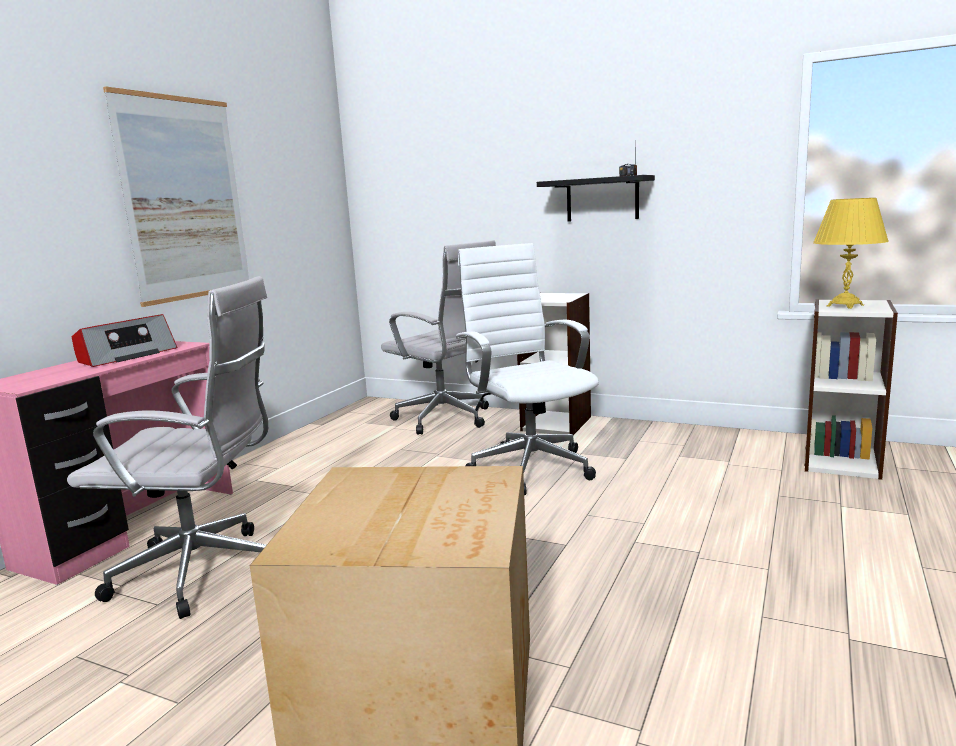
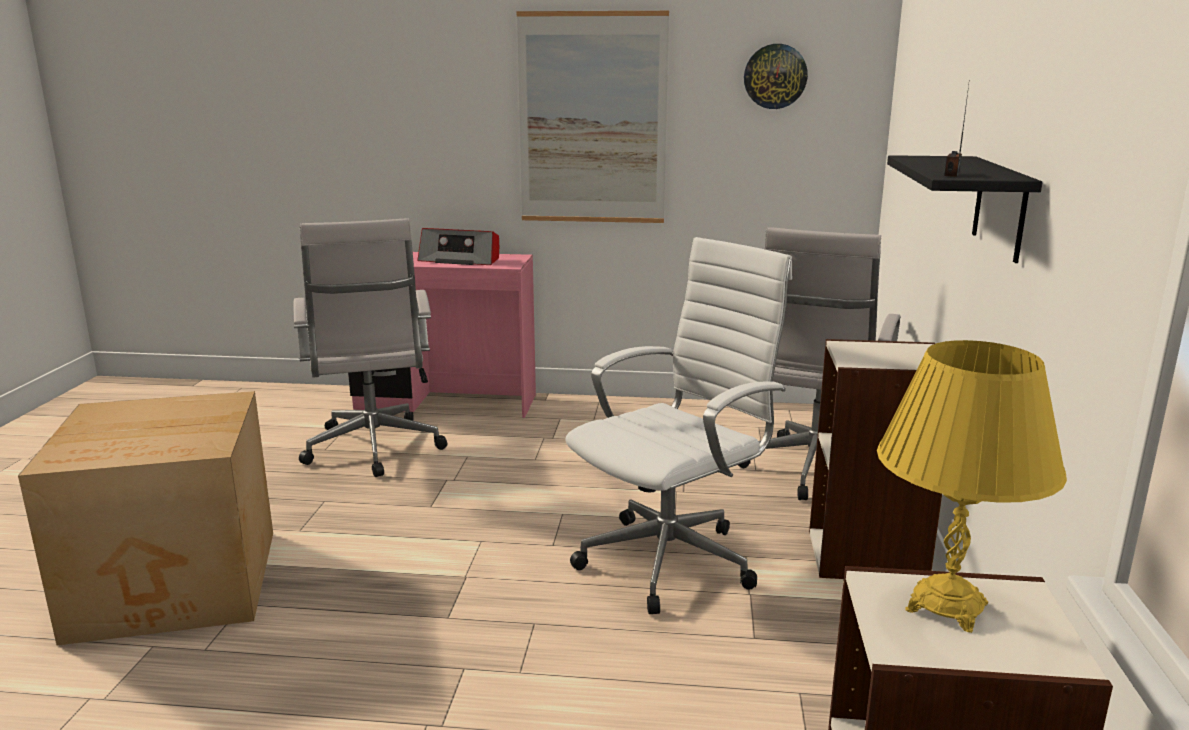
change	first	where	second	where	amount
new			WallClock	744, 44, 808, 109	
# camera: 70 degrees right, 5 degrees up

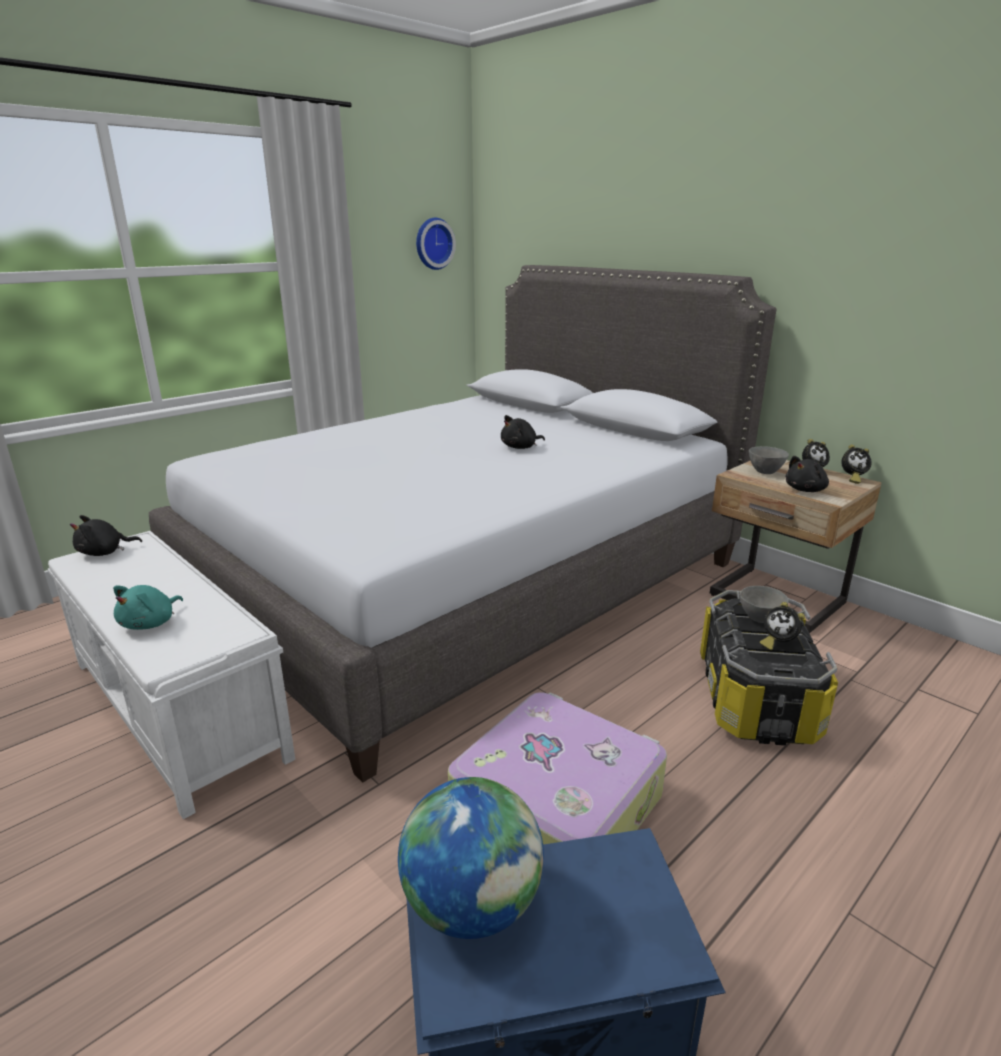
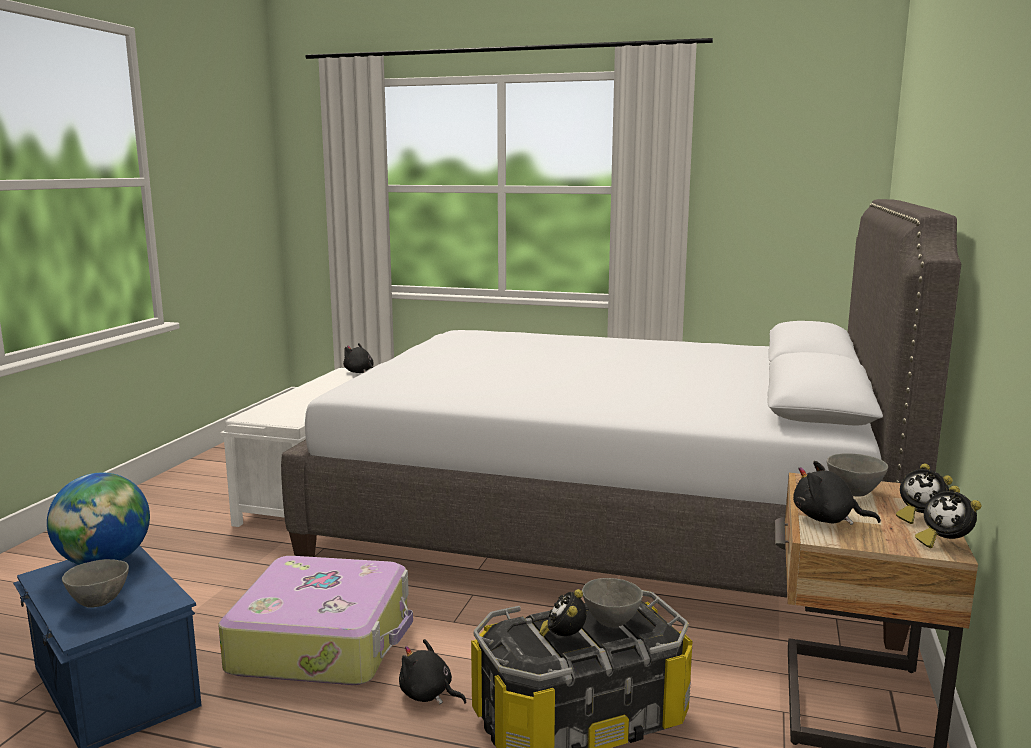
change	first	where	second	where	amount
gone	TurquoisePlushToy	113, 585, 183, 630			
gone	WallClock	416, 218, 456, 270			
shifted	BlackPlushToy	501, 415, 545, 449		399, 639, 467, 704	
new			GreyBowl	62, 559, 129, 608	
# camera: 60 degrees right, 10 degrees down

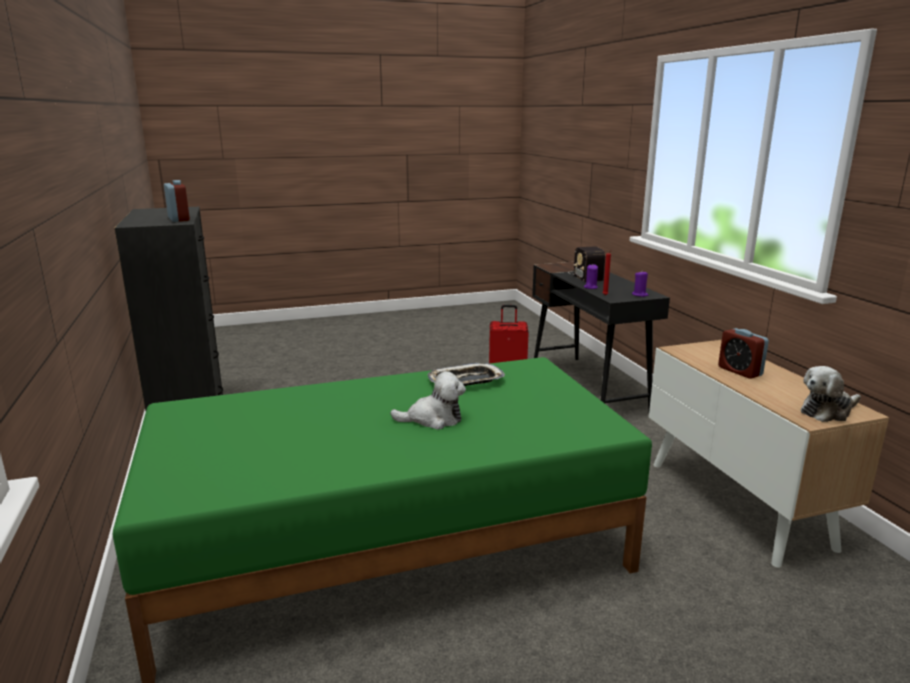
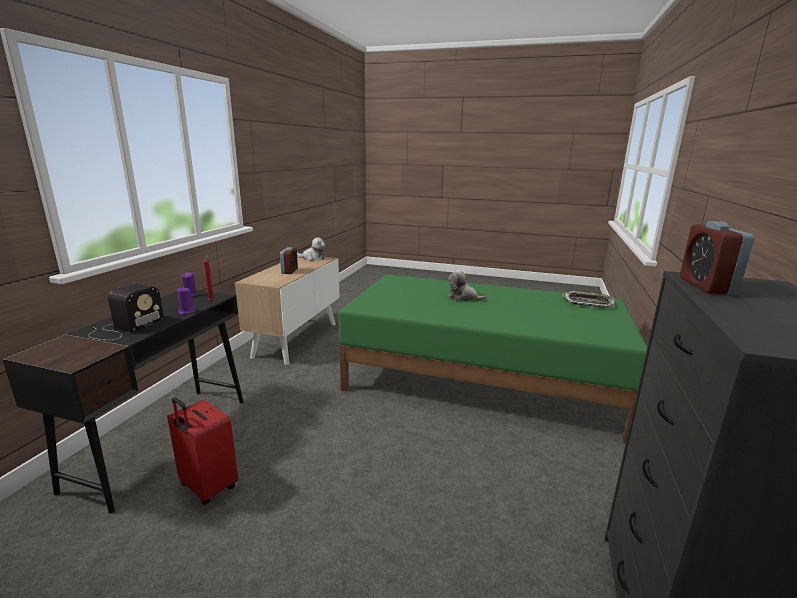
change	first	where	second	where	amount
shifted	Tray	428, 363, 505, 386		562, 291, 615, 308	
# camera: 145 degrees left, 0 degrees up

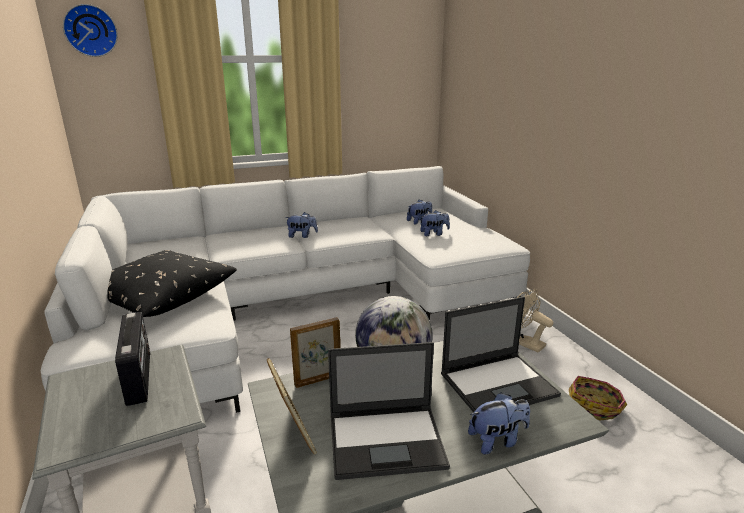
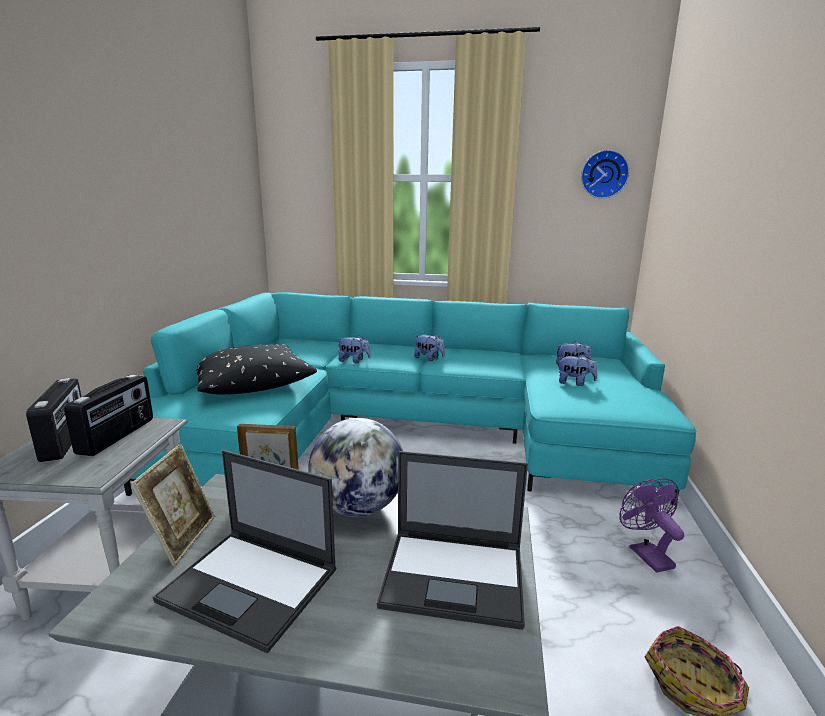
change	first	where	second	where	amount
repainted	WhiteSofa	41, 166, 530, 413	TurquoiseSofa	124, 292, 696, 505	
shifted	WallClock	63, 4, 118, 57		581, 150, 629, 199	
shifted	PlushToy	468, 392, 530, 455		337, 335, 371, 363	
repainted	BeigeFan	517, 289, 553, 353	PurpleFan	619, 478, 684, 573	
new			Radio	26, 378, 82, 462	
# camera: 30 degrees right, 5 degrees down

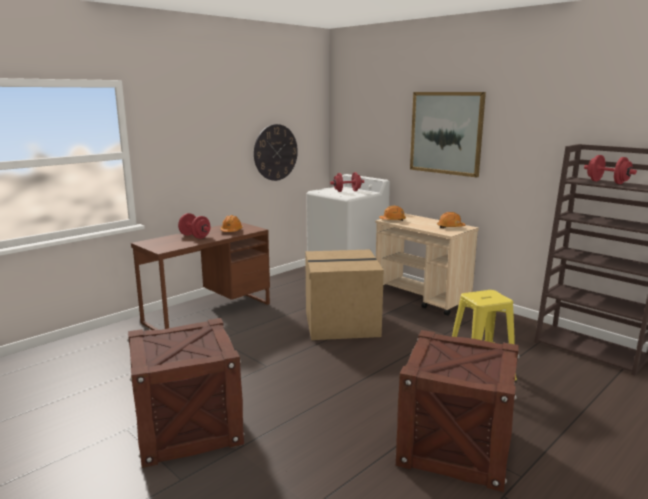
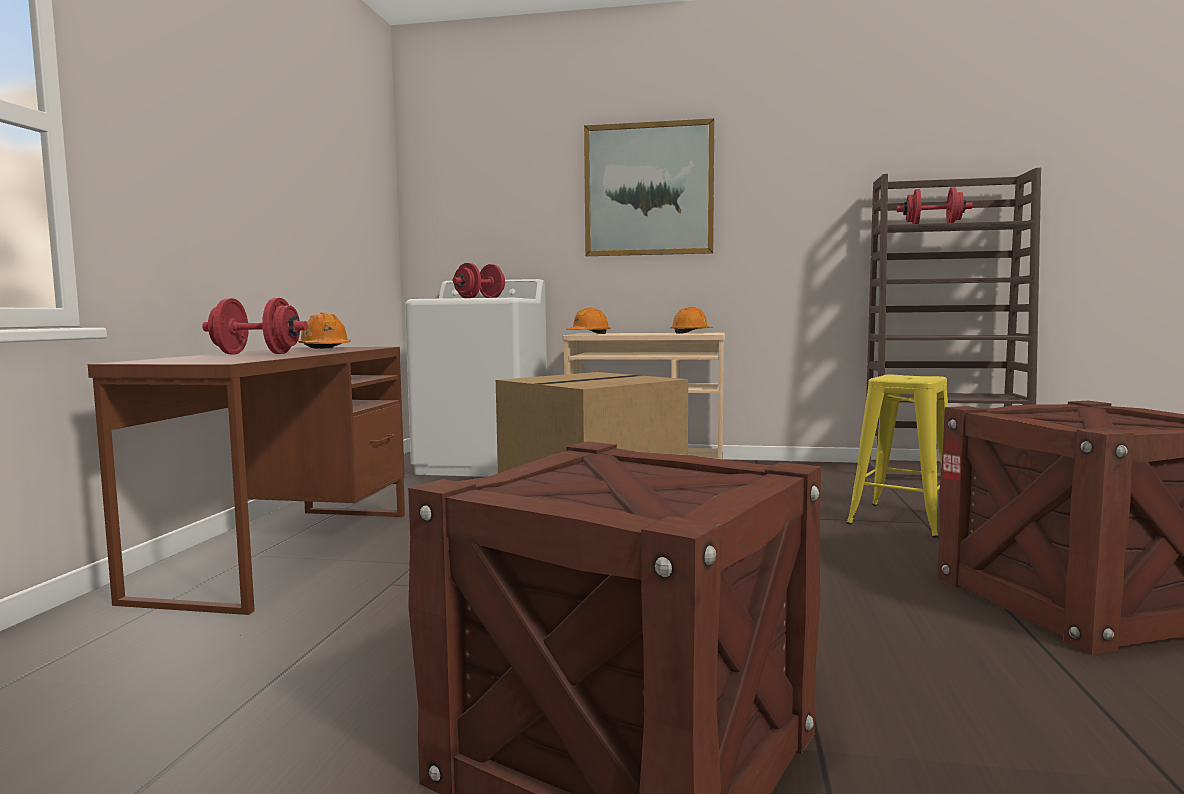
change	first	where	second	where	amount
gone	WallClock	254, 124, 298, 181			
# camera: 35 degrees left, 10 degrees down

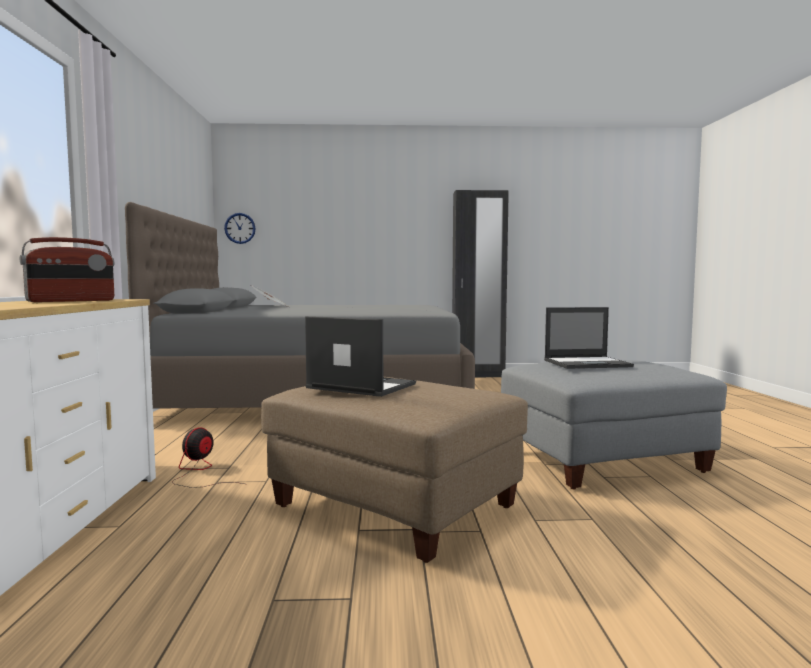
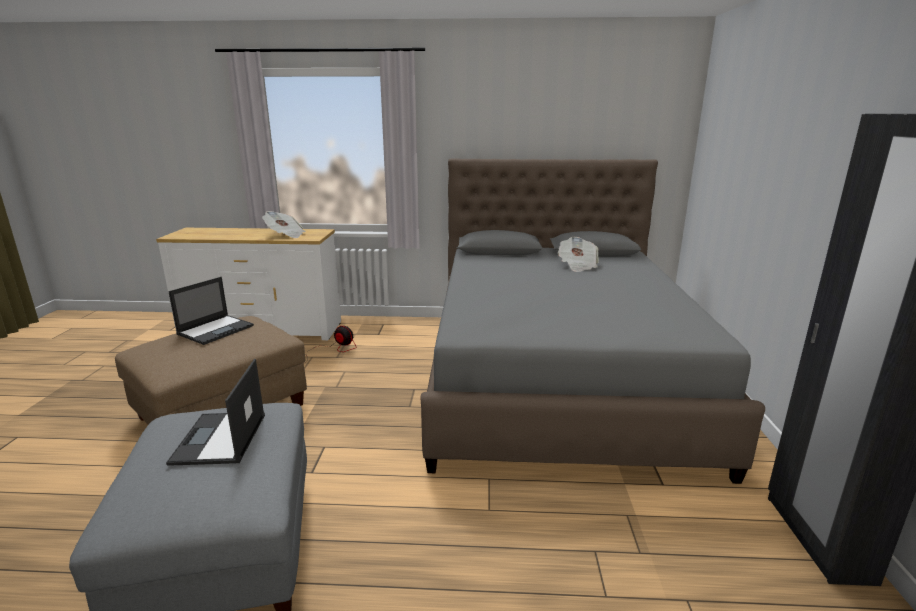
change	first	where	second	where	amount
swapped	Radio	20, 237, 114, 302	Newspaper	262, 211, 305, 238	
gone	WallClock	224, 213, 256, 244			
# camera: 95 degrees right, 15 degrees up

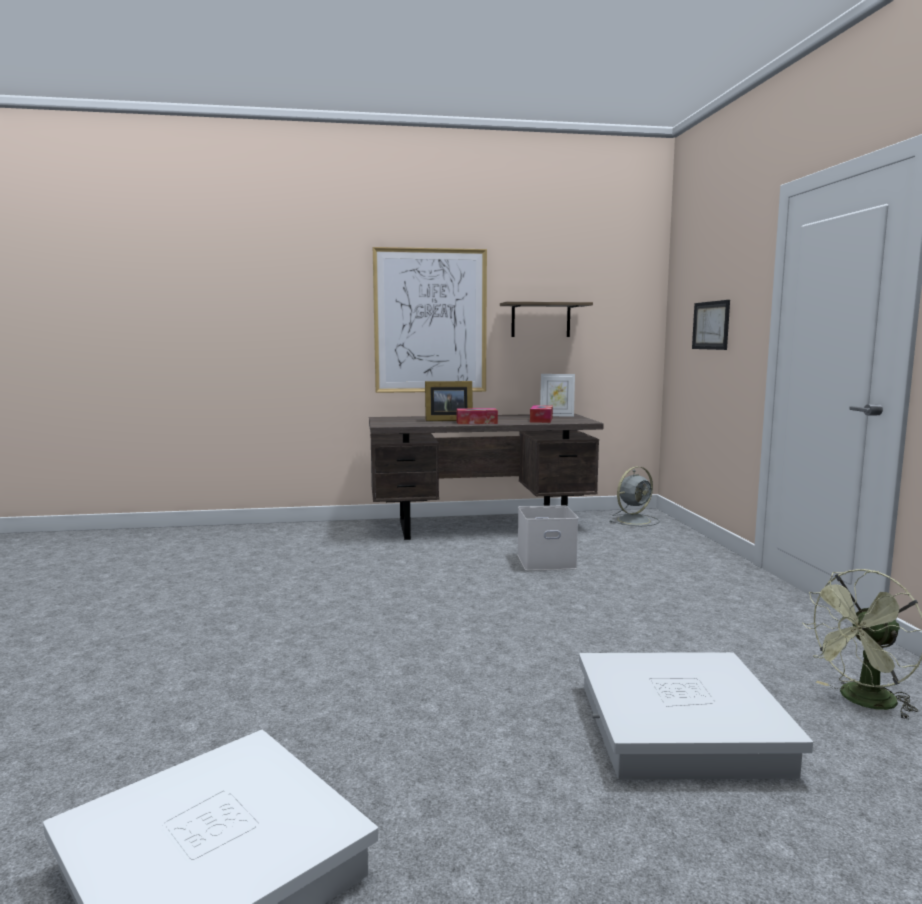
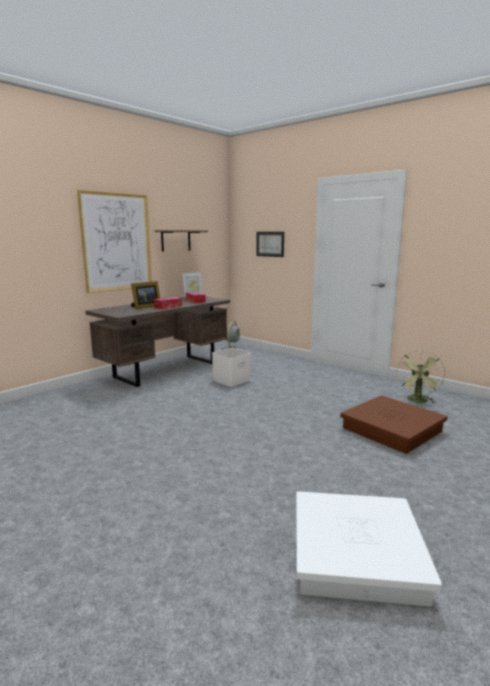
change	first	where	second	where	amount
repainted	WhiteStorageBox	579, 652, 813, 780	BrownStorageBox	340, 395, 448, 454	
# camera: 40 degrees left, 5 degrees up

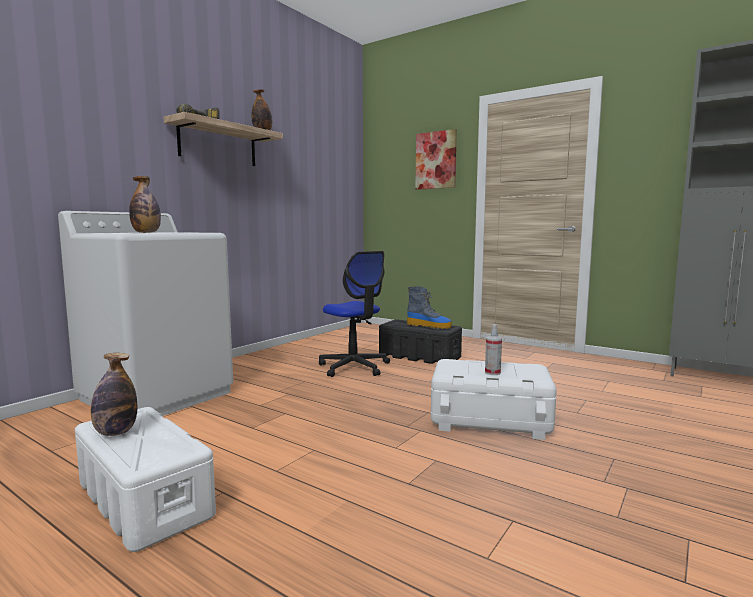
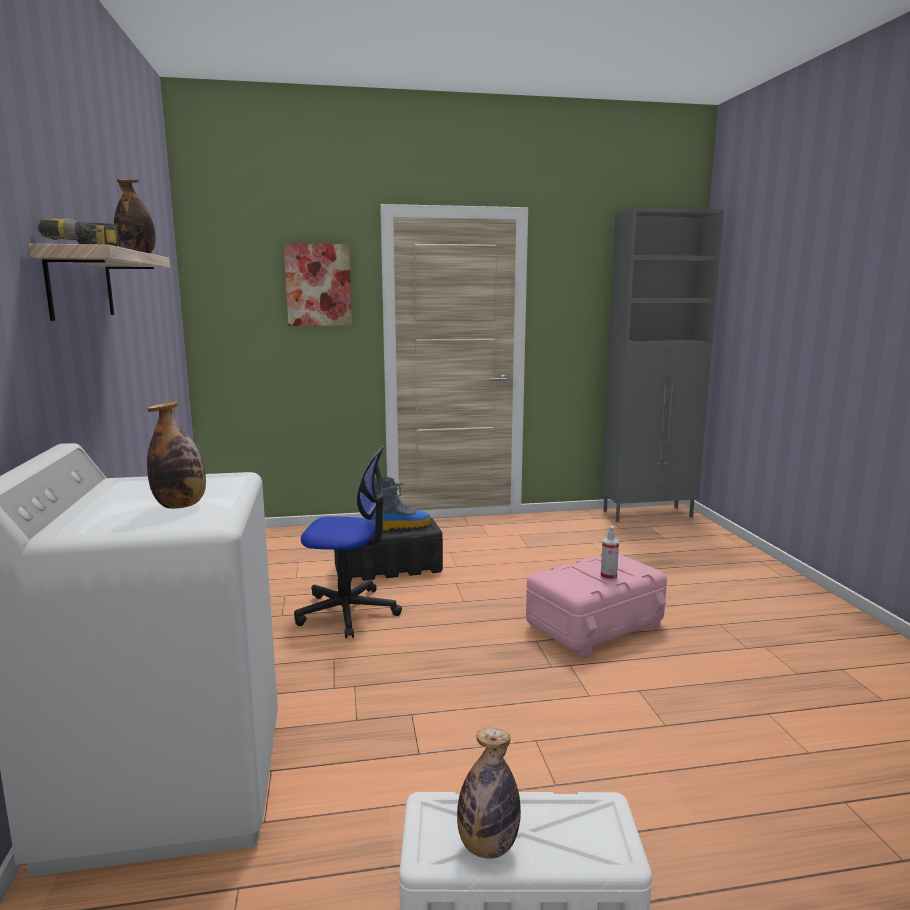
change	first	where	second	where	amount
repainted	WhiteStorageBox	431, 359, 557, 440	PinkStorageBox	526, 553, 667, 658	
# camera: 45 degrees left, 5 degrees up

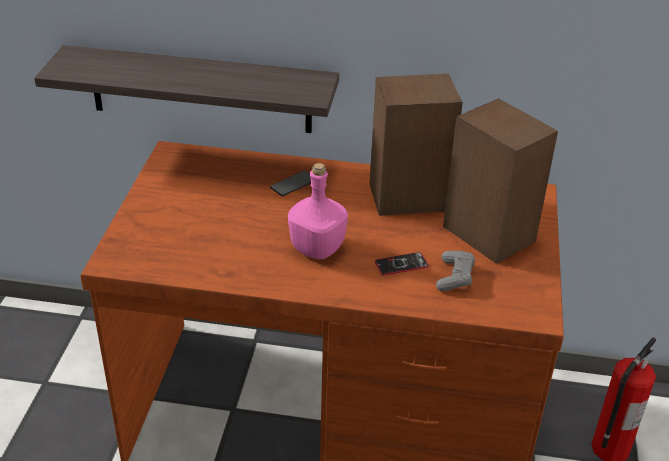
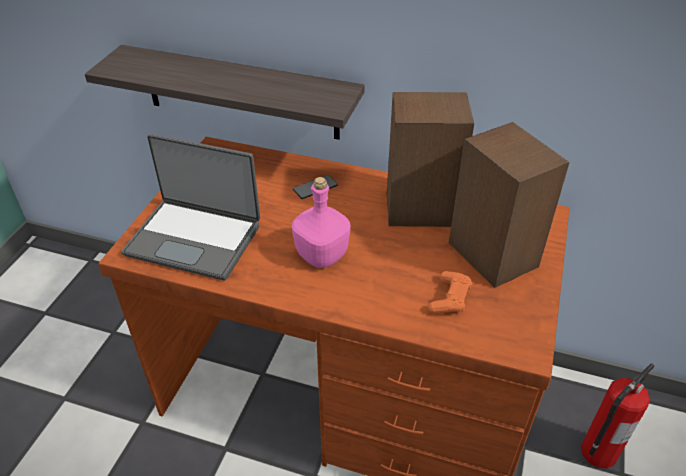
change	first	where	second	where	amount
gone	Phone	375, 252, 429, 275			
repainted	GreyGameController	436, 251, 475, 292	OrangeGameController	428, 271, 472, 314	
new			Laptop	121, 134, 260, 280	
# camera: 10 degrees right, 5 degrees up

